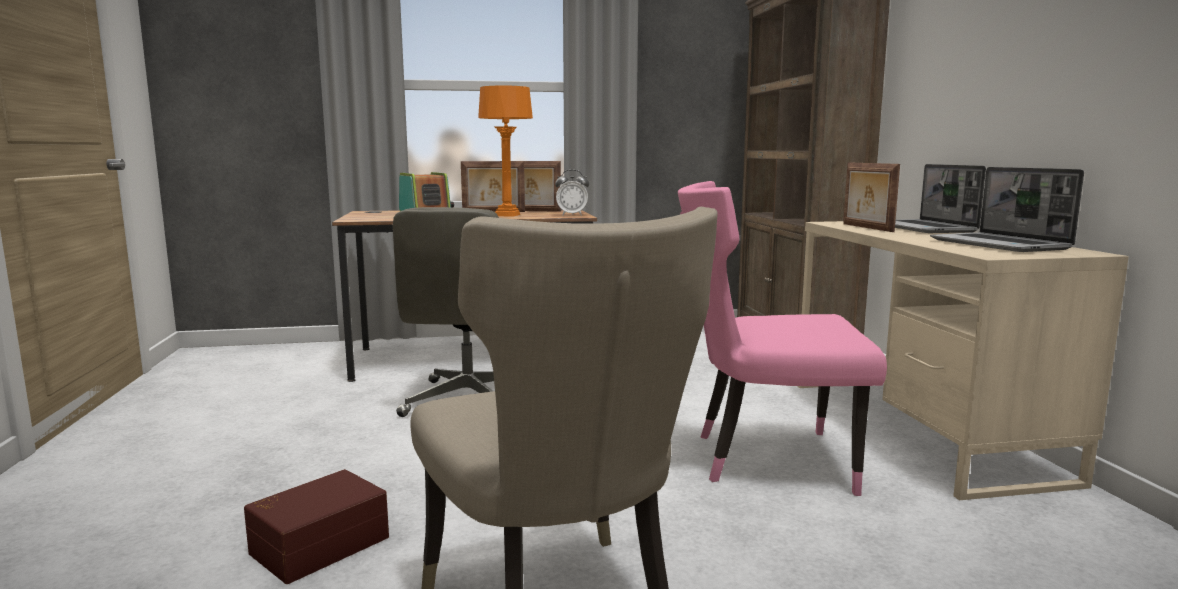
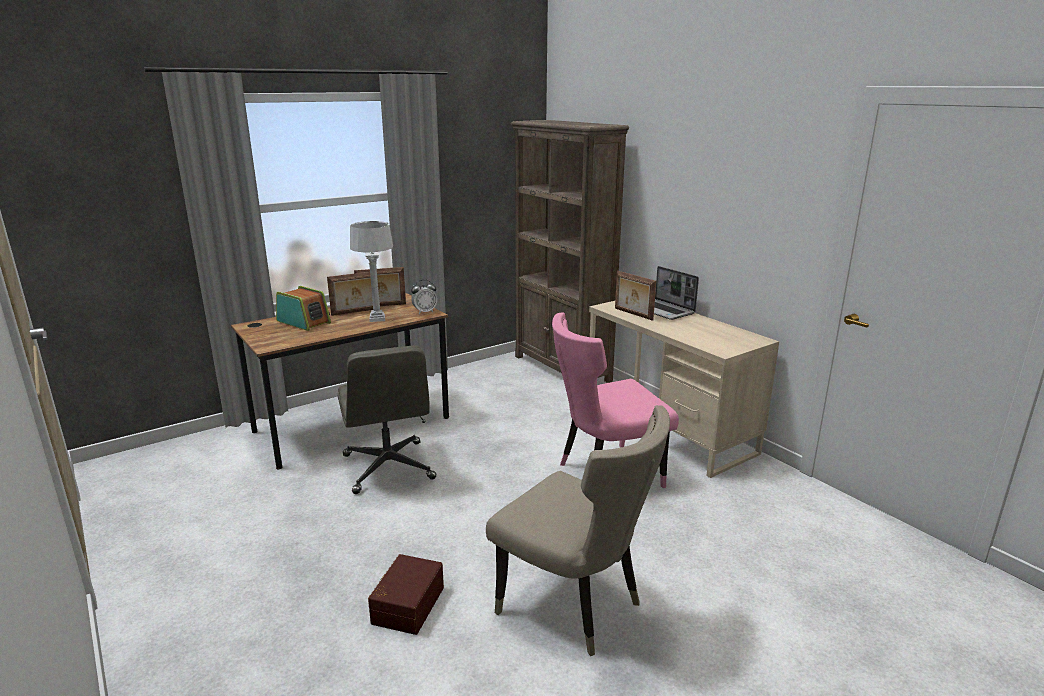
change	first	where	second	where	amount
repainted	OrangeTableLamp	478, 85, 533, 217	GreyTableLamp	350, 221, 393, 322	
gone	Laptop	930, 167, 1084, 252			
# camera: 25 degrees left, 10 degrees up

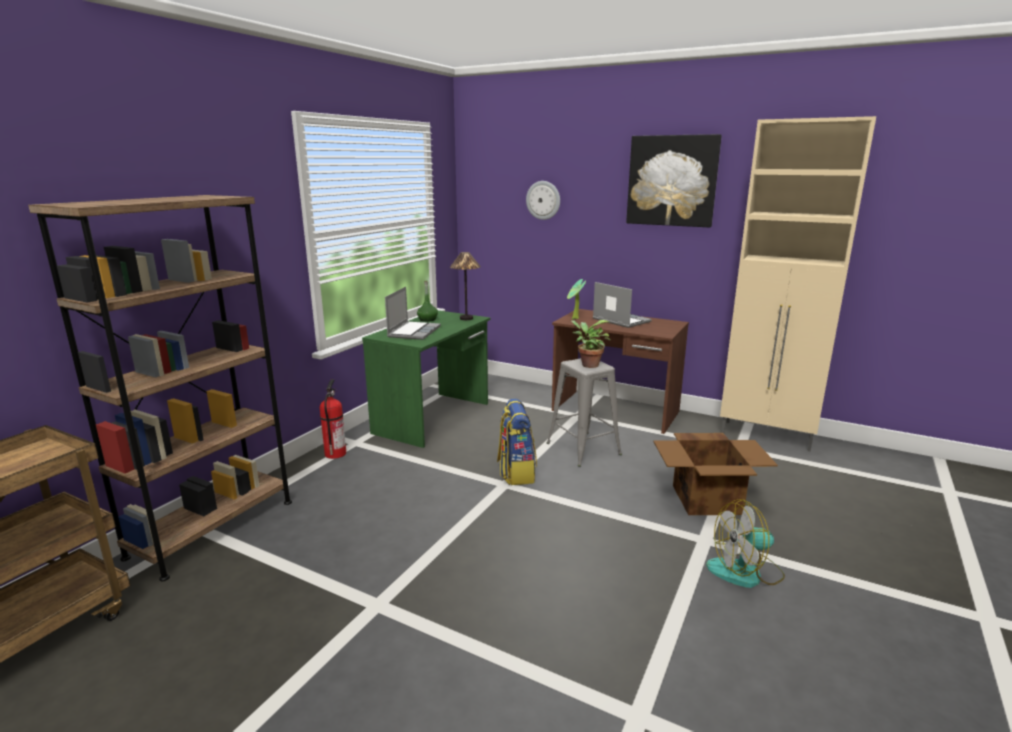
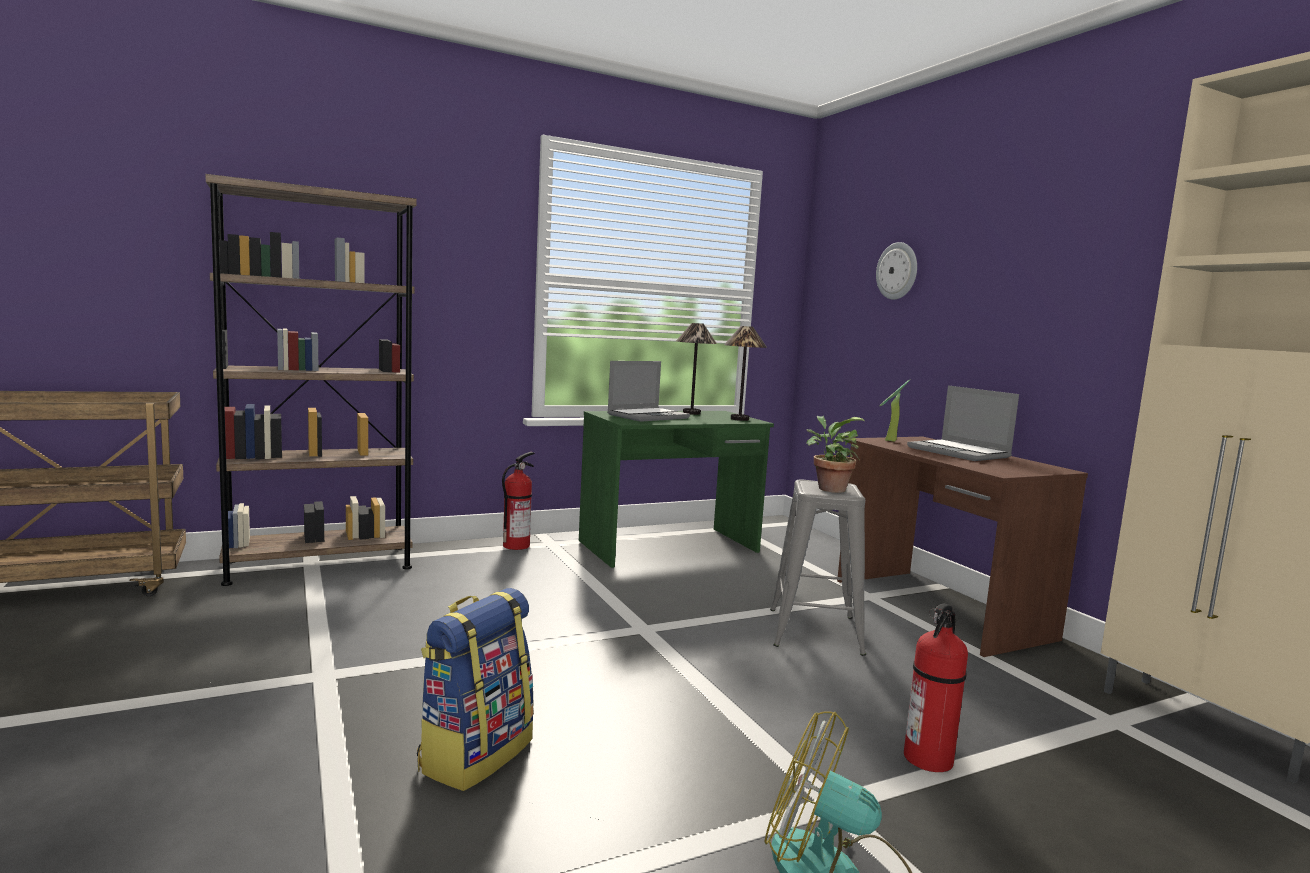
change	first	where	second	where	amount
swapped	GreenBottle	417, 281, 438, 322	TableLamp	676, 323, 717, 415	
shifted	Backpack	497, 399, 537, 485		417, 588, 534, 791	
rotated	Laptop	593, 282, 652, 328		907, 385, 1019, 461	150 degrees clockwise
gone	Picture	626, 134, 722, 228			
swapped	CardboardBox	653, 433, 778, 515	FireExtinguisher	904, 604, 968, 772	
# camera: 35 degrees right, 10 degrees down

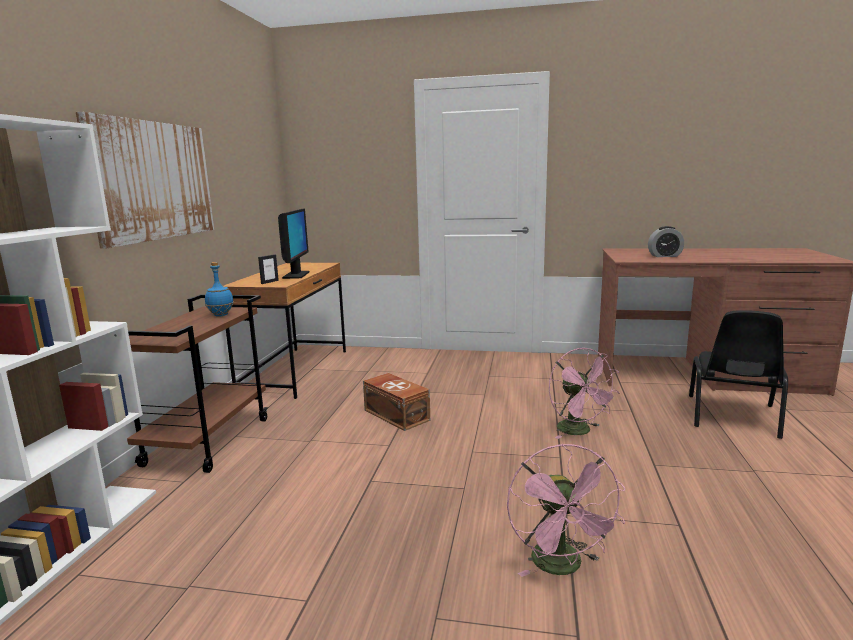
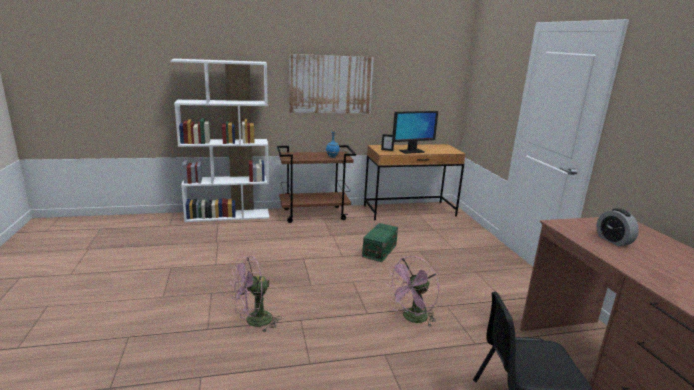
change	first	where	second	where	amount
repainted	BrownStorageBox	363, 373, 430, 431	GreenStorageBox	362, 223, 398, 262	
# camera: 65 degrees right, 5 degrees up

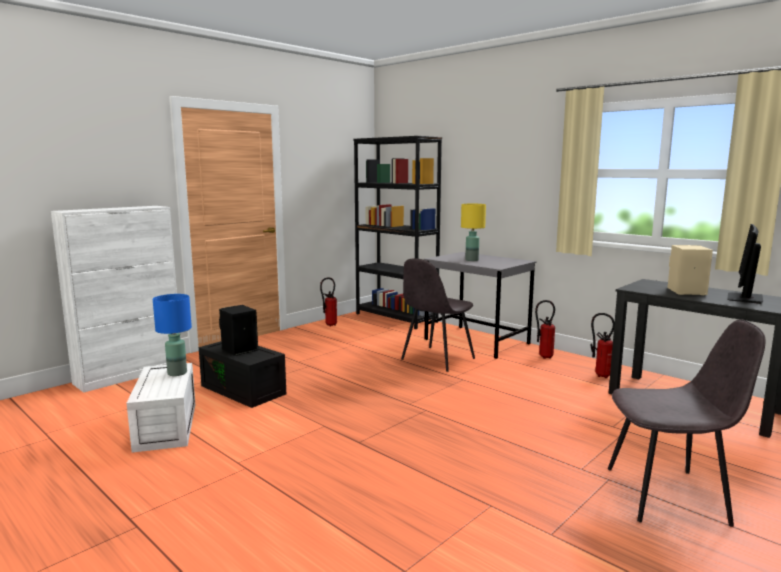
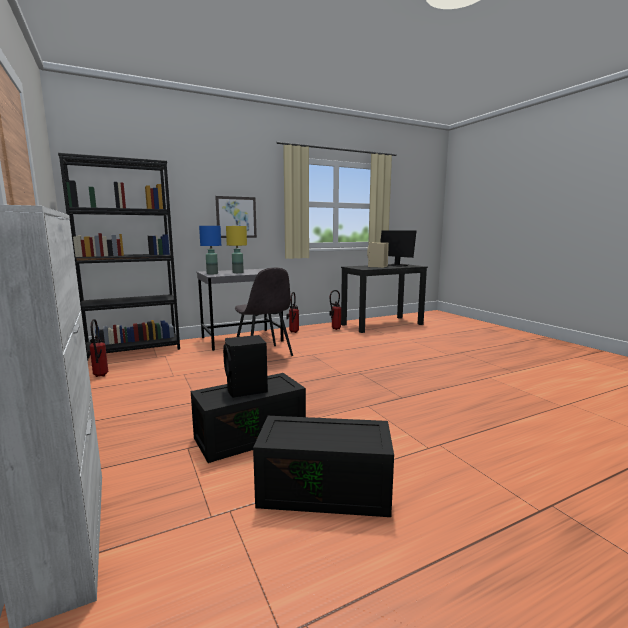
change	first	where	second	where	amount
repainted	WhiteStorageBox	127, 363, 195, 453	BlackStorageBox	253, 416, 394, 517	
shifted	BlueTableLamp	153, 294, 192, 376		199, 226, 221, 274	
gone	GreyChair	608, 320, 765, 527			
new			Picture	215, 196, 257, 238	
# camera: 70 degrees left, 0 degrees up

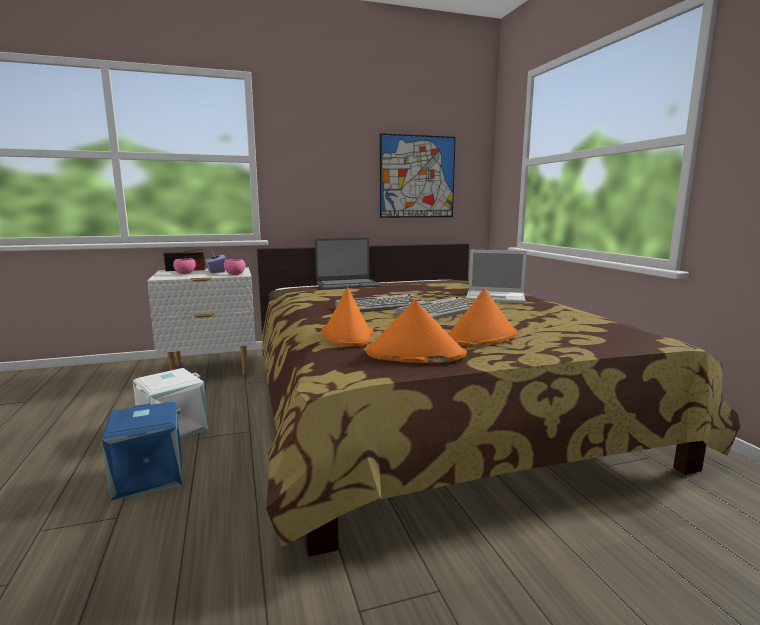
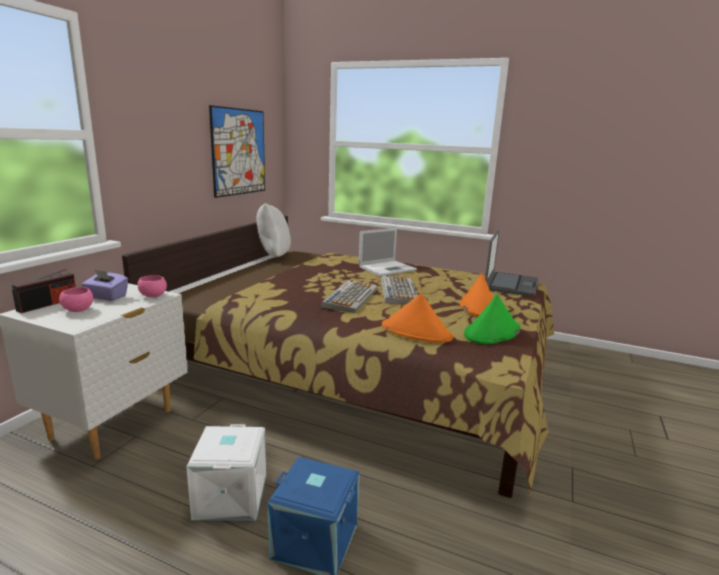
change	first	where	second	where	amount
shifted	Laptop	315, 238, 382, 290		485, 230, 538, 297	
repainted	OrangeHat	366, 300, 467, 363	GreenHat	464, 294, 521, 344	
new			WhitePillow	256, 203, 291, 257	
# camera: 50 degrees left, 5 degrees up

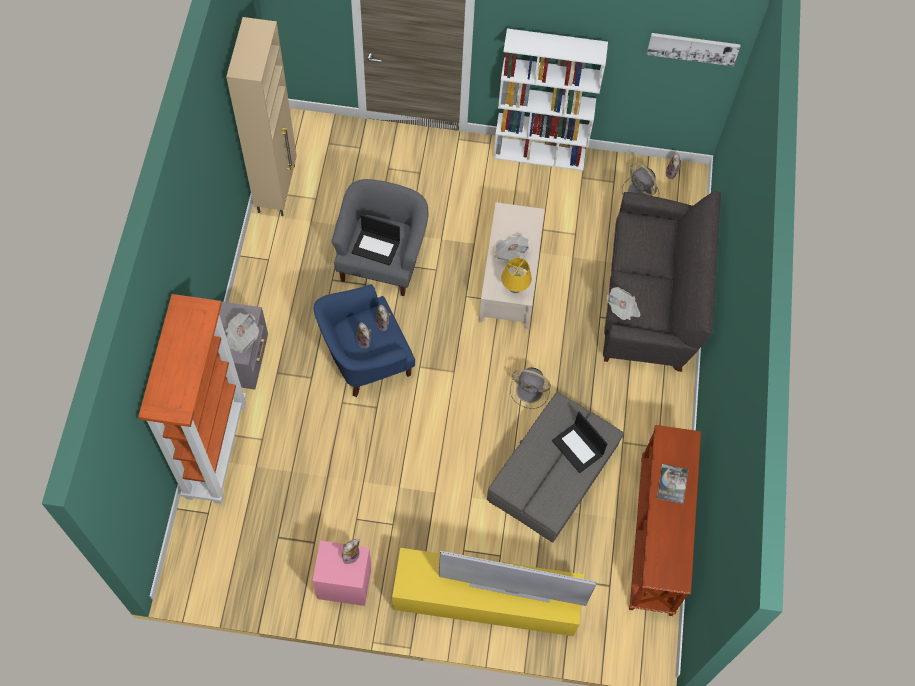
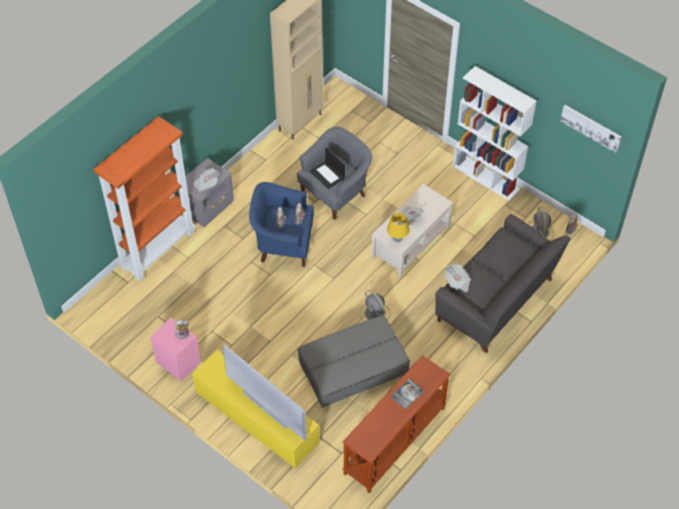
change	first	where	second	where	amount
gone	Laptop	552, 412, 608, 473			
# camera: 35 degrees right, 10 degrees down

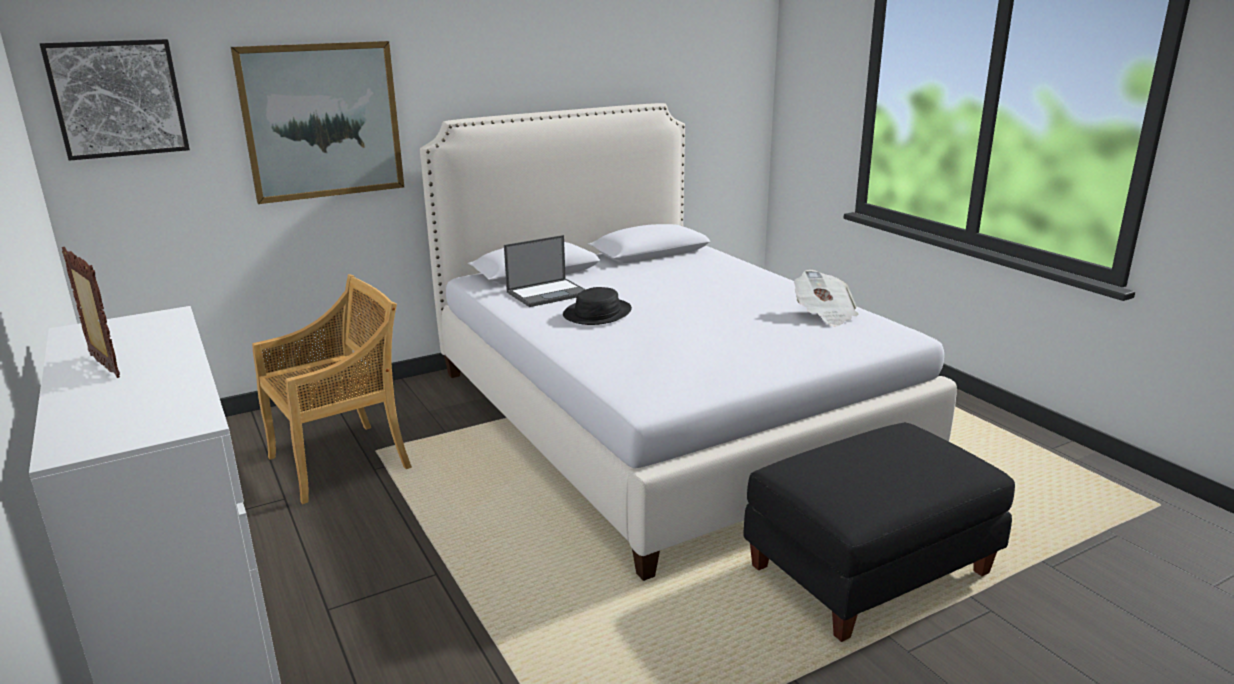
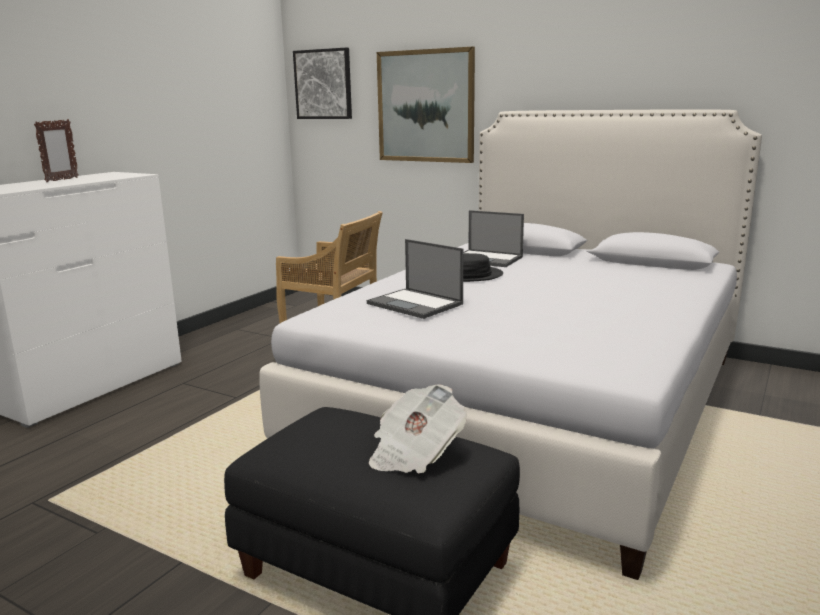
change	first	where	second	where	amount
shifted	Newspaper	794, 270, 859, 327		369, 384, 467, 474	
new			Laptop	367, 239, 463, 319	
# camera: 60 degrees right, 5 degrees down

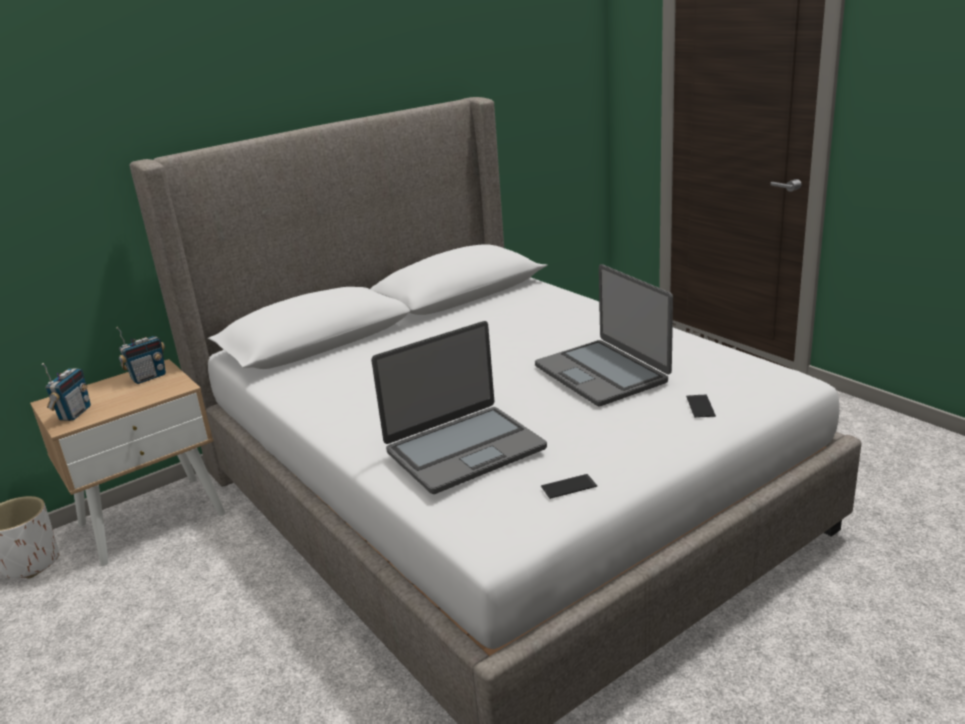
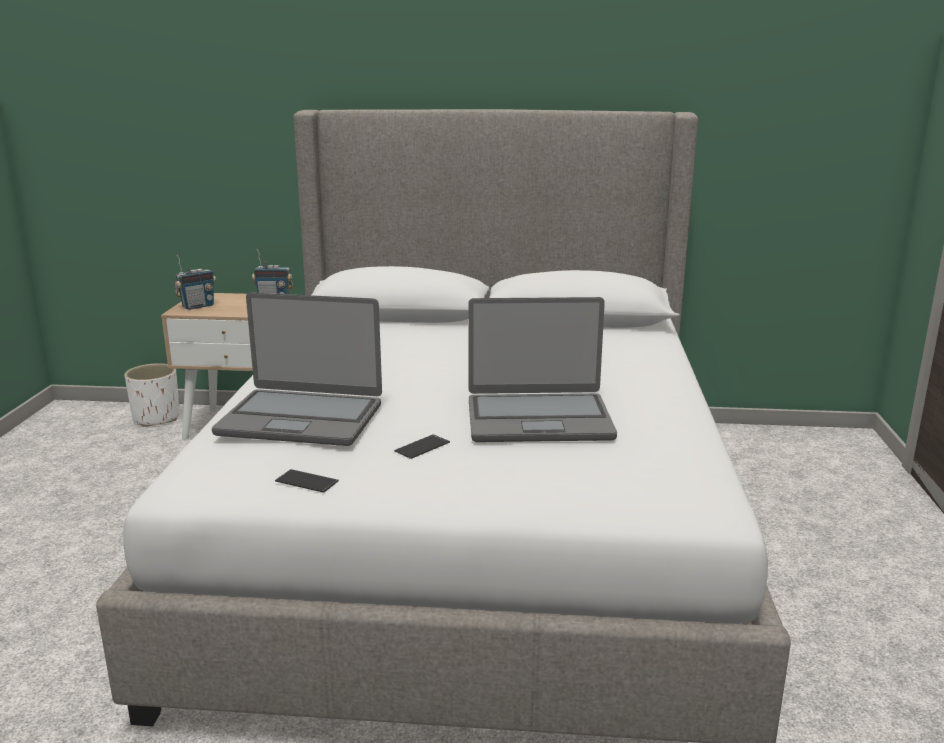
change	first	where	second	where	amount
rotated	Laptop	535, 264, 673, 407		468, 297, 617, 442	105 degrees counterclockwise
shifted	Phone	686, 394, 716, 418		394, 434, 450, 459	
# camera: 40 degrees right, 5 degrees down

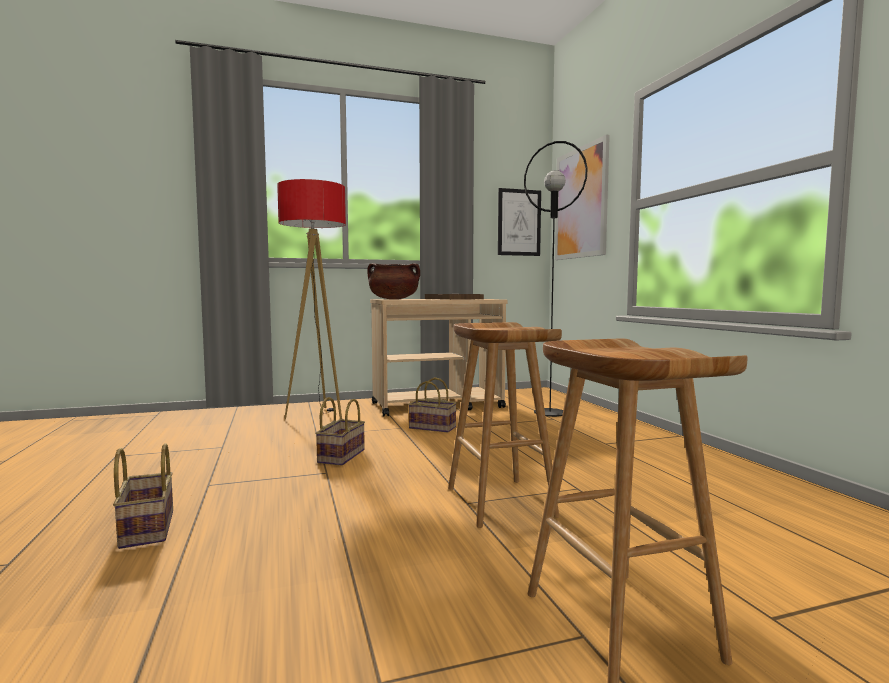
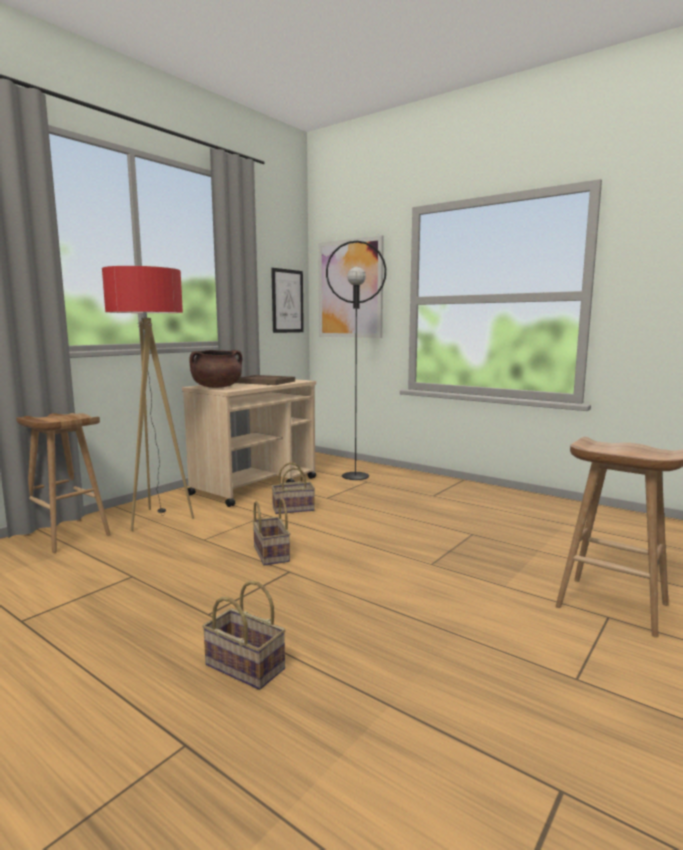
change	first	where	second	where	amount
shifted	BrownStool	448, 322, 562, 528		16, 413, 111, 553	
# camera: 35 degrees left, 5 degrees up

